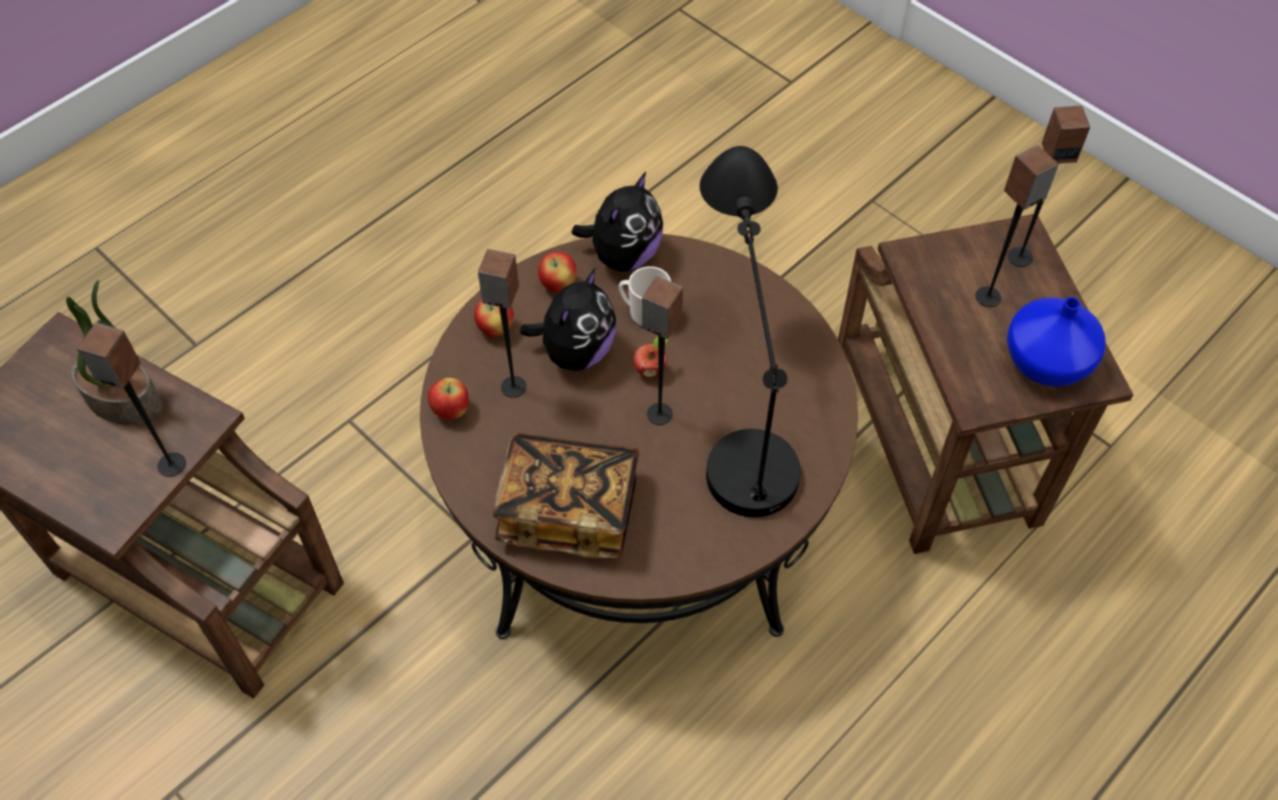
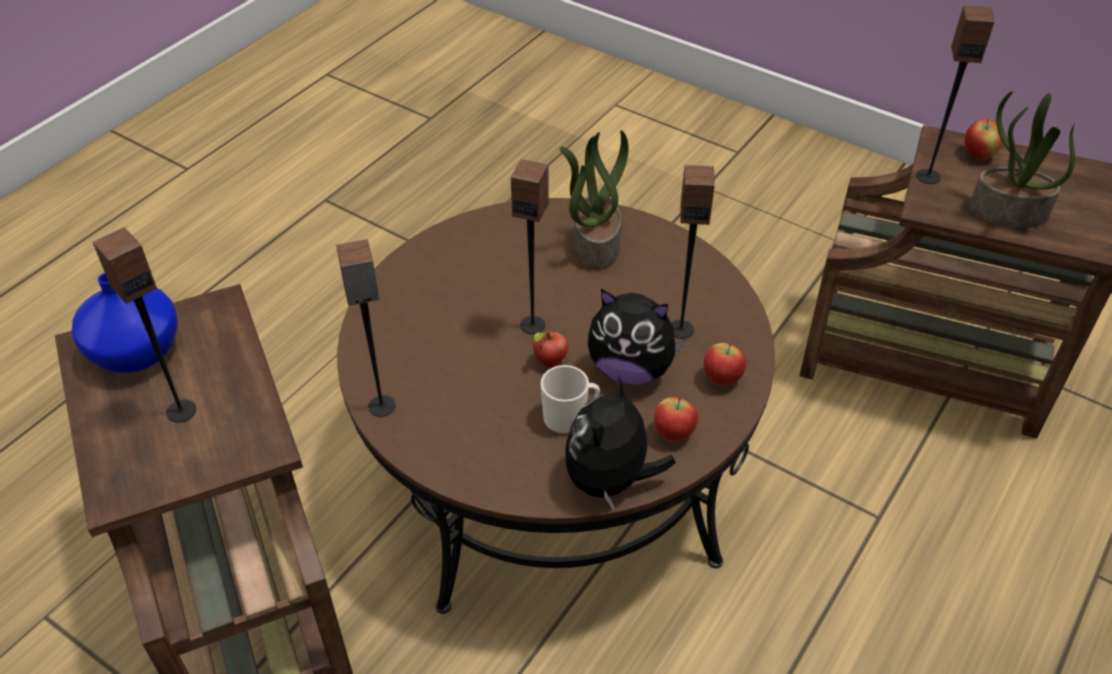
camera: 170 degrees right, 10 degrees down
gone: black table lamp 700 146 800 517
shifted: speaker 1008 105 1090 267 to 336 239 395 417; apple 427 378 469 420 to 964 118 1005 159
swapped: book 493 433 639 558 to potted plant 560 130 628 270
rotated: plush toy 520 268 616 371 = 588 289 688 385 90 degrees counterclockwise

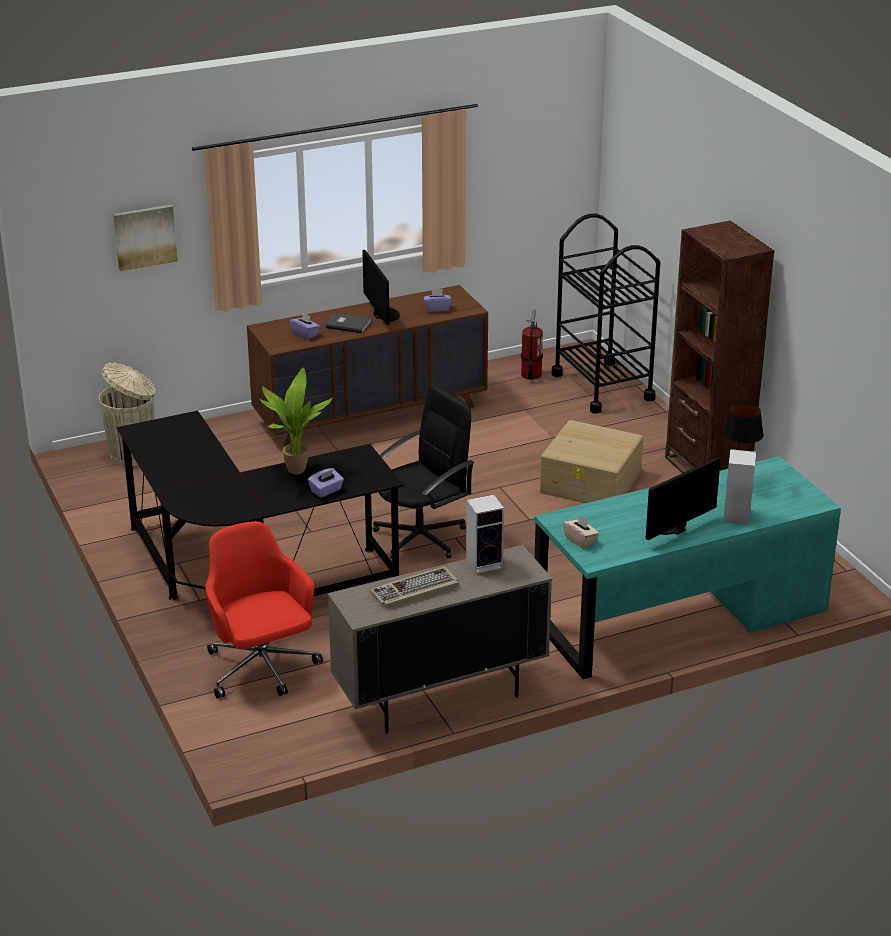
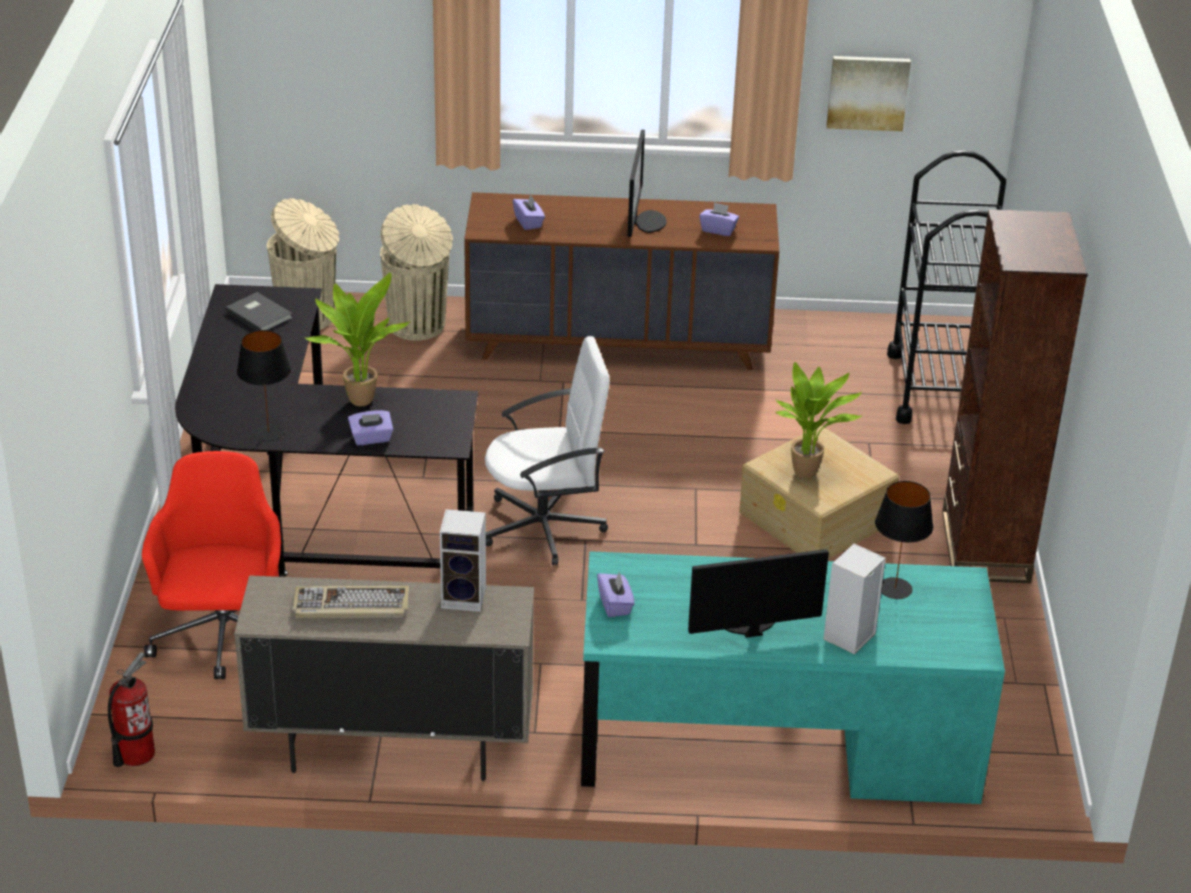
camera: 25 degrees right, 5 degrees up
new: beige trash can 380 204 453 341; black table lamp 237 330 291 441; potted plant 776 362 862 478
shifted: picture 113 204 178 271 to 827 56 911 131; fire extinguisher 521 310 543 380 to 108 652 155 767; grey book 326 313 372 333 to 226 292 292 330
repainted: black office chair 372 385 474 559 to white office chair 485 336 610 565; beige tissue box 563 515 599 548 to purple tissue box 597 571 635 617

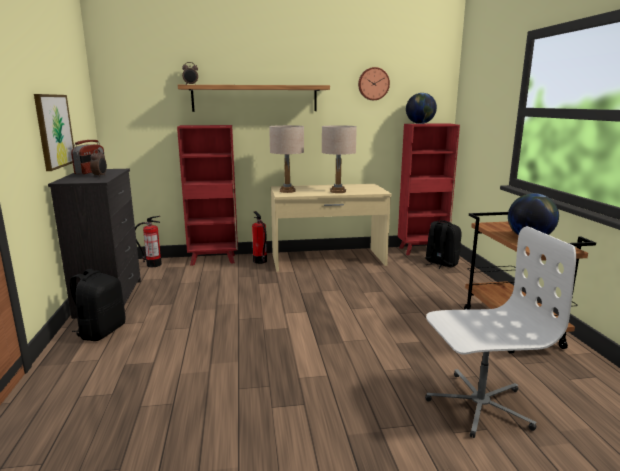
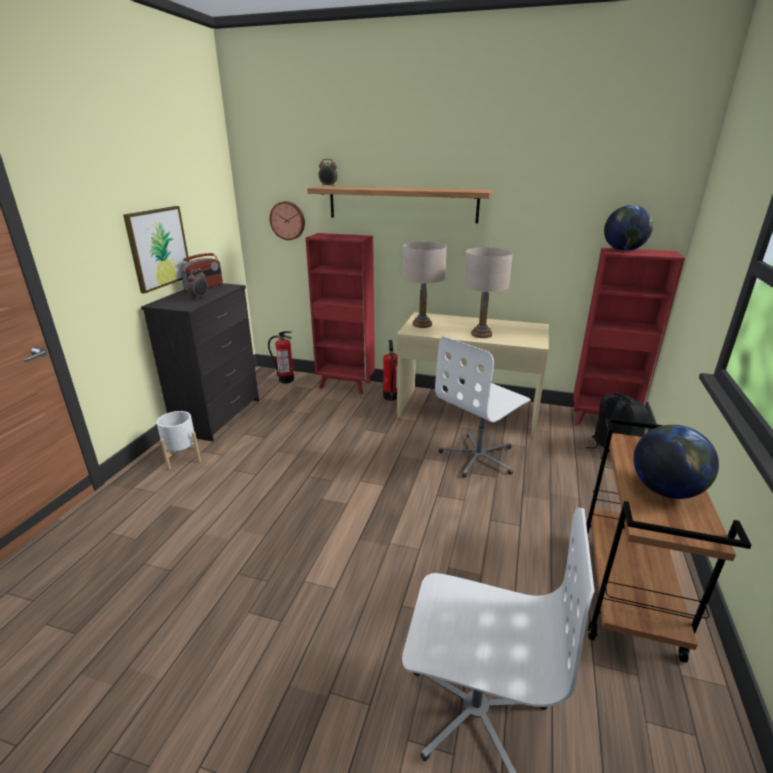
camera: 25 degrees right, 10 degrees up
new: white office chair 435 336 531 478
shifted: wall clock 358 67 390 100 to 269 201 305 240
swapped: black backpack 70 269 125 341 to white planter 156 411 201 470

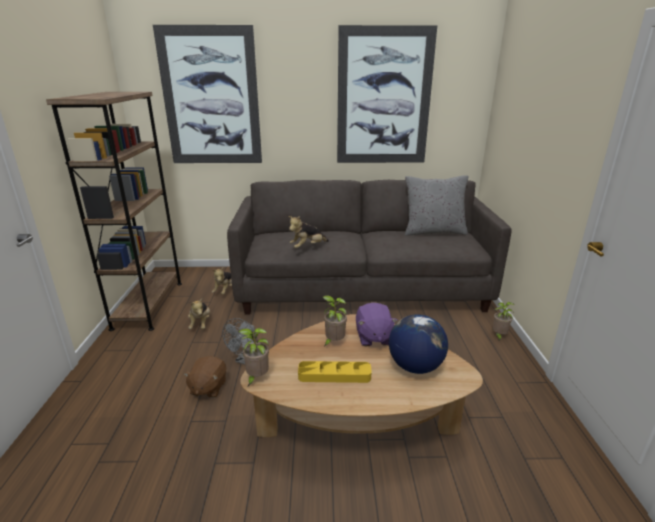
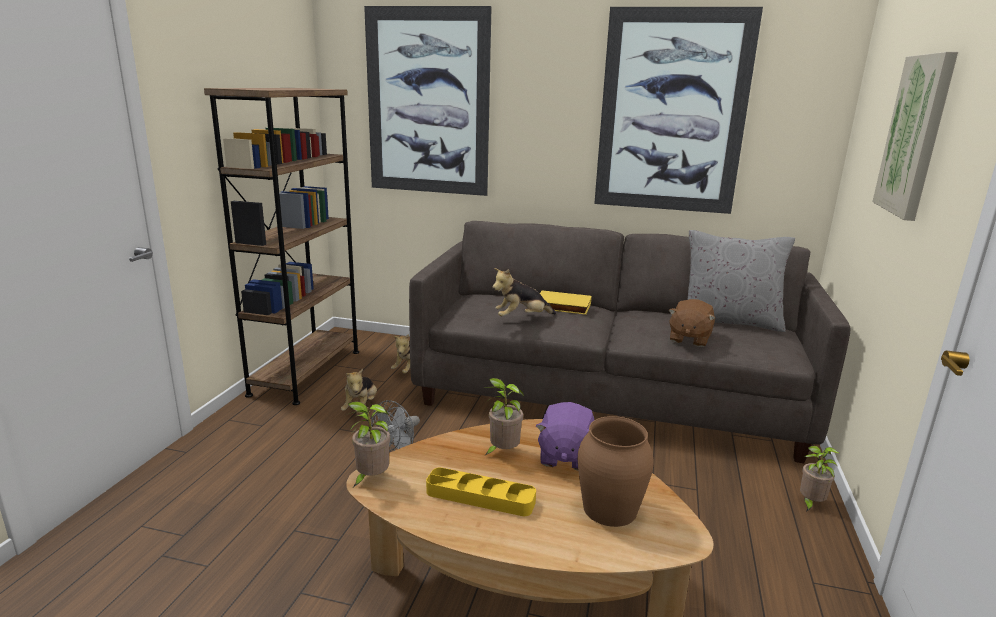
camera: 15 degrees right, 5 degrees down
new: picture 872 52 958 221; yellow book 540 290 592 315
shifted: brown plush toy 183 356 226 398 to 668 299 715 347
swapped: globe 389 314 448 374 to brown vase 578 416 654 527

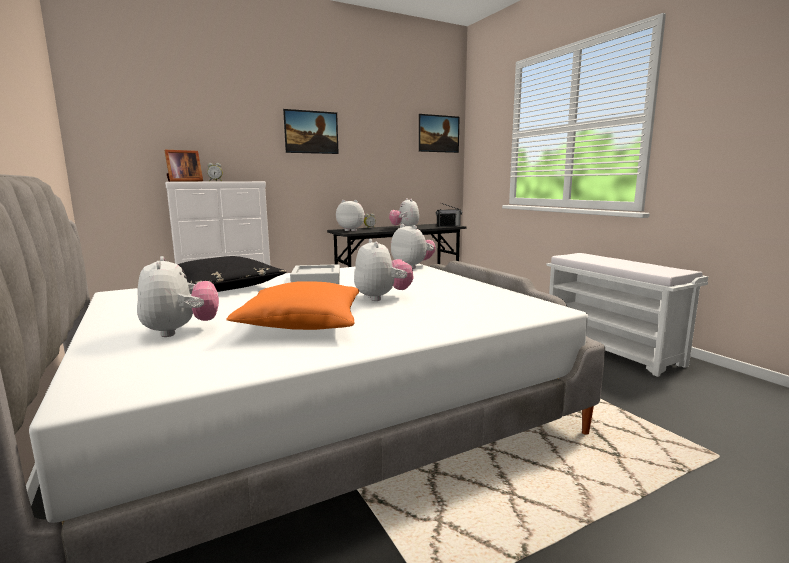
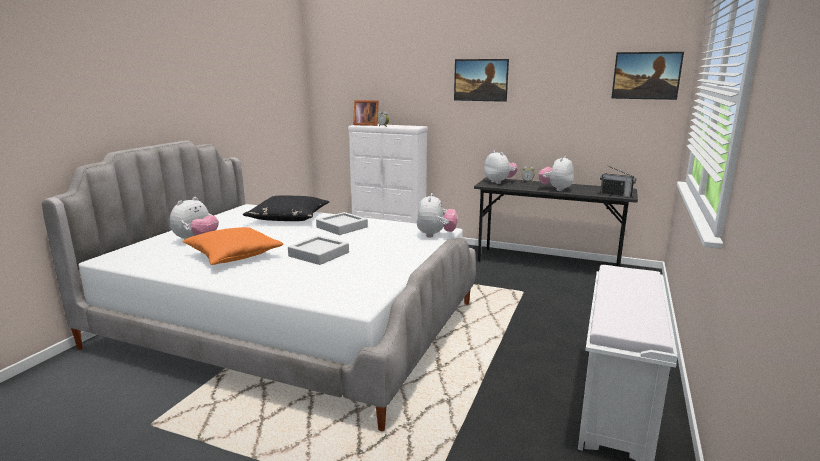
camera: 50 degrees right, 5 degrees up
swapped: plush toy 354 239 414 301 to grey tray 288 236 349 265

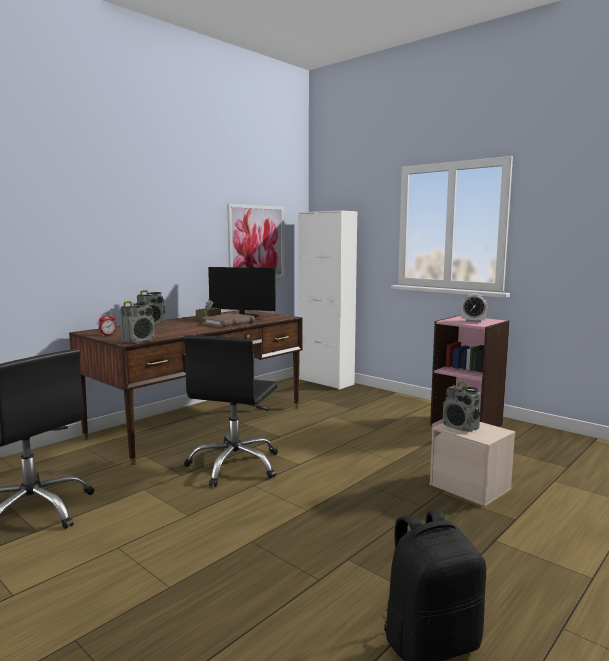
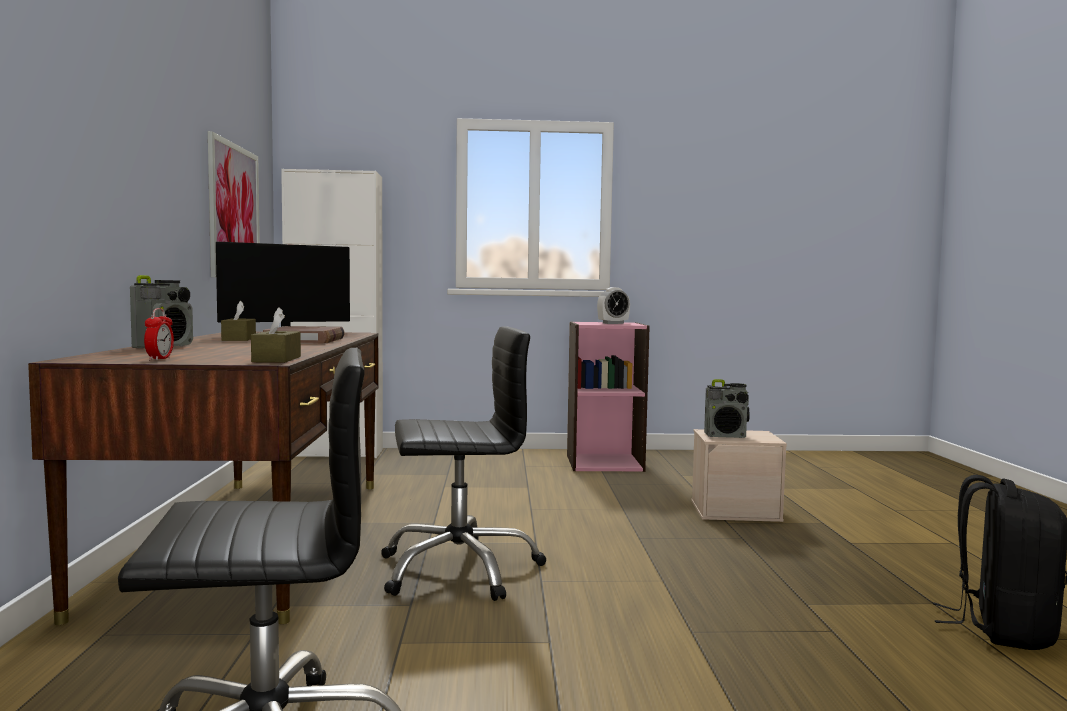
camera: 45 degrees left, 5 degrees down
swapped: radio 120 301 155 343 to brown tissue box 251 307 301 363
rotated: black office chair 184 335 278 487 = 381 326 547 601 75 degrees counterclockwise

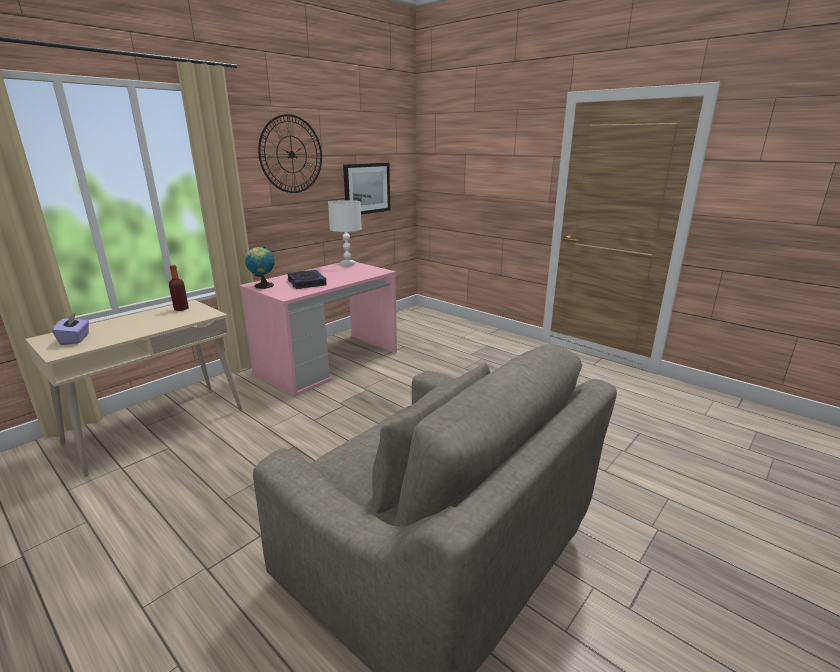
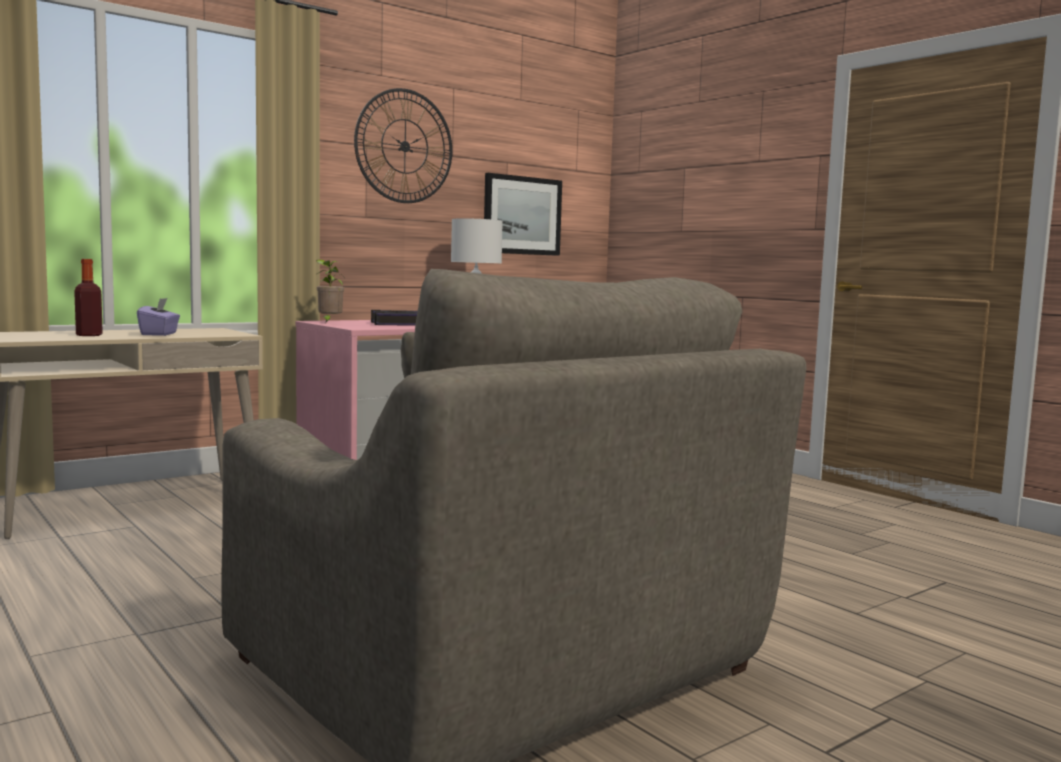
camera: 10 degrees right, 15 degrees down
shifted: bottle 169 265 189 311 to 74 259 103 336; purple tissue box 52 312 89 345 to 137 298 180 336
swapped: globe 245 246 275 289 to potted plant 316 259 345 323

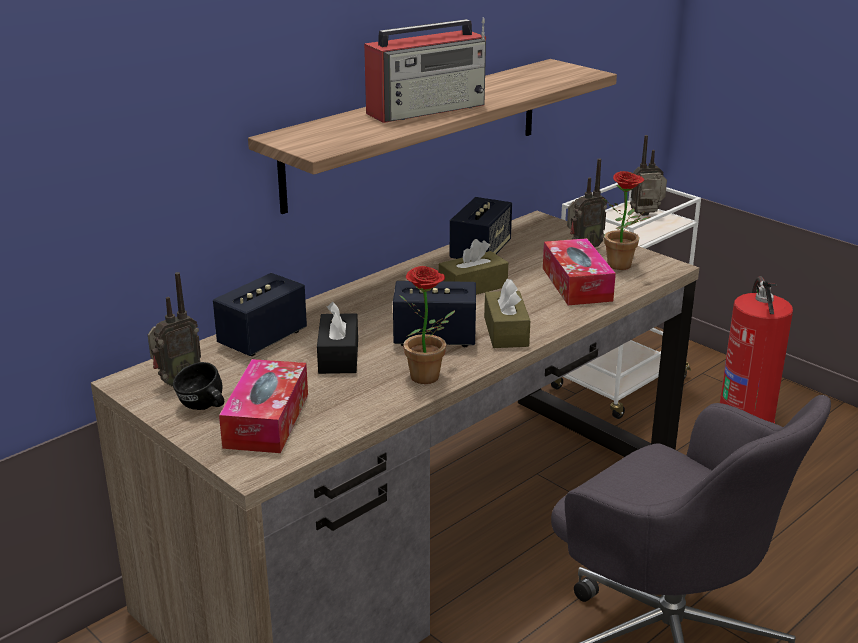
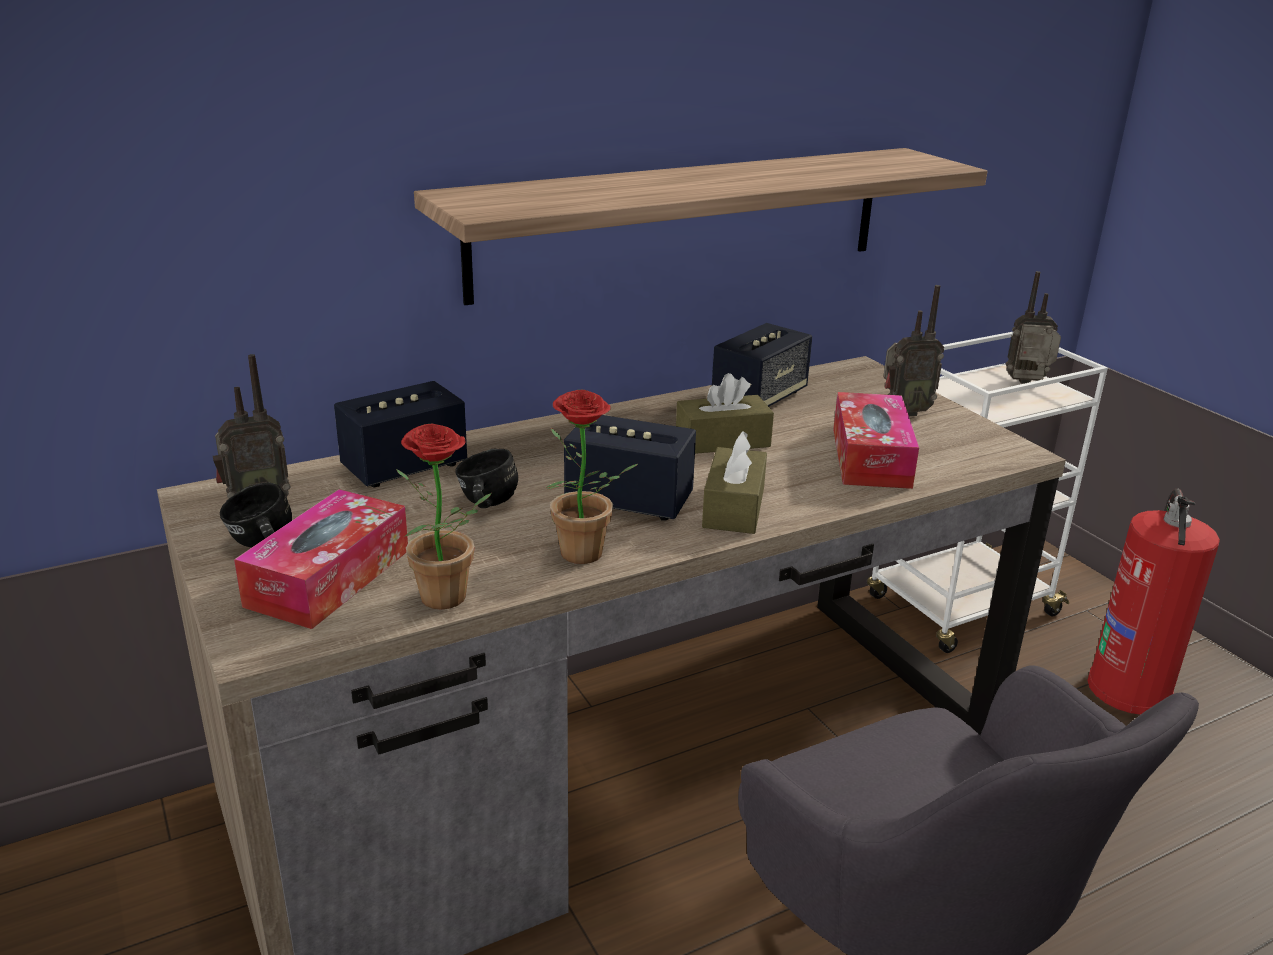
camera: 15 degrees right, 0 degrees up
gone: radio 364 17 486 123
shifted: potted plant 602 171 650 270 to 396 423 491 610
swapped: black tissue box 317 302 358 374 to black mug 456 449 518 508

